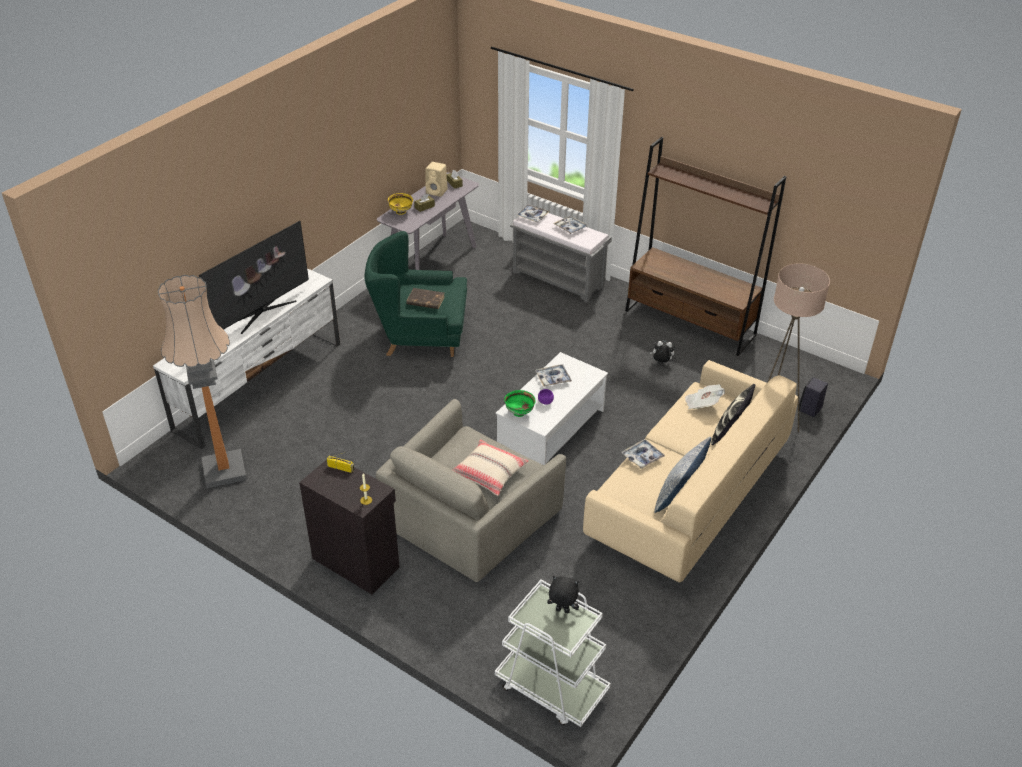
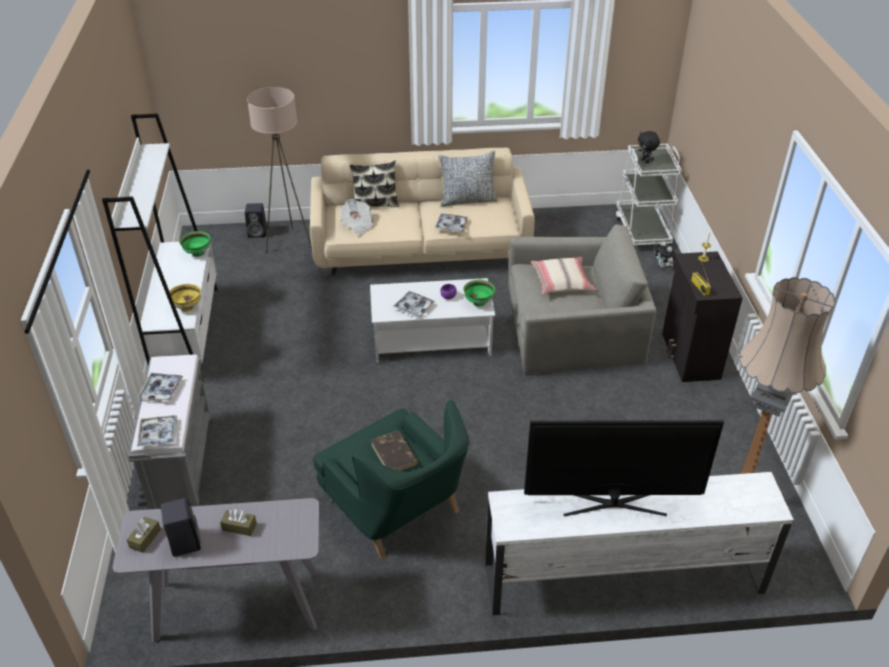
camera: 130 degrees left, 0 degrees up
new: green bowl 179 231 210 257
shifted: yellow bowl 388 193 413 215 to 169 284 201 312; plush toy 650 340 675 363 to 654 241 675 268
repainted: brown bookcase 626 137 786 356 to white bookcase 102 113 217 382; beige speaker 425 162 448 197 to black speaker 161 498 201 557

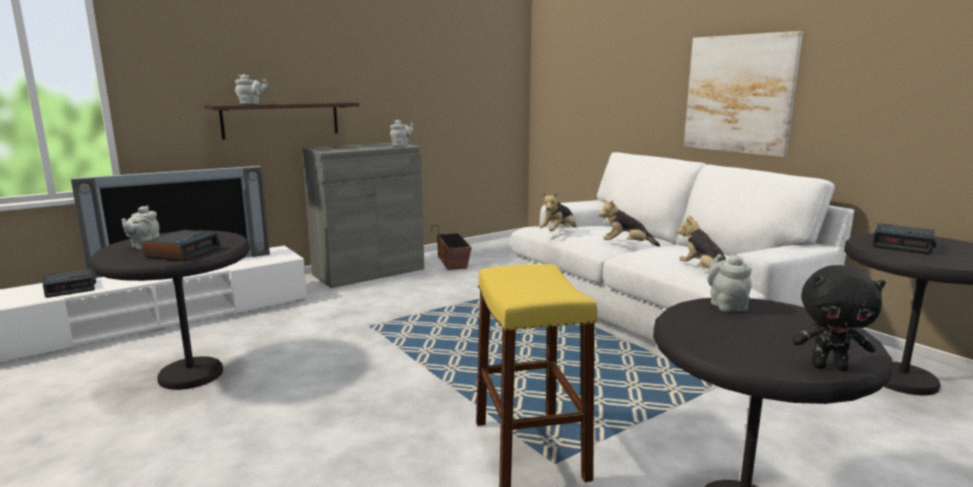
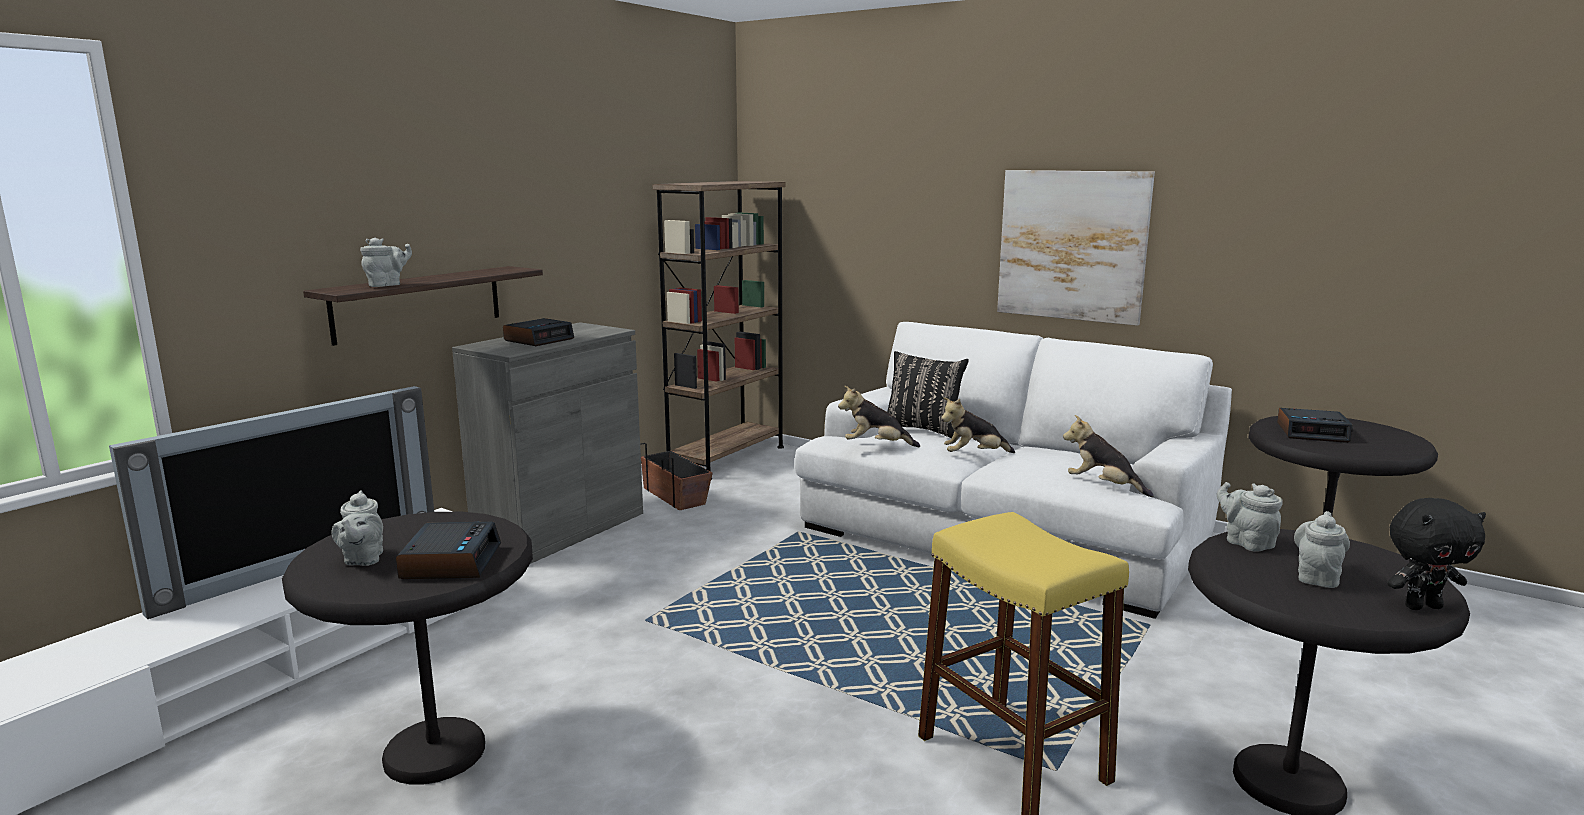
camera: 20 degrees left, 0 degrees up
new: brown bookcase 653 181 786 480; black pillow 887 351 969 438
shifted: grey teapot 390 120 413 146 to 1294 511 1350 588; alarm clock 43 268 96 298 to 503 318 574 346
rotated: plush toy 539 192 576 231 = 838 385 920 447 75 degrees clockwise

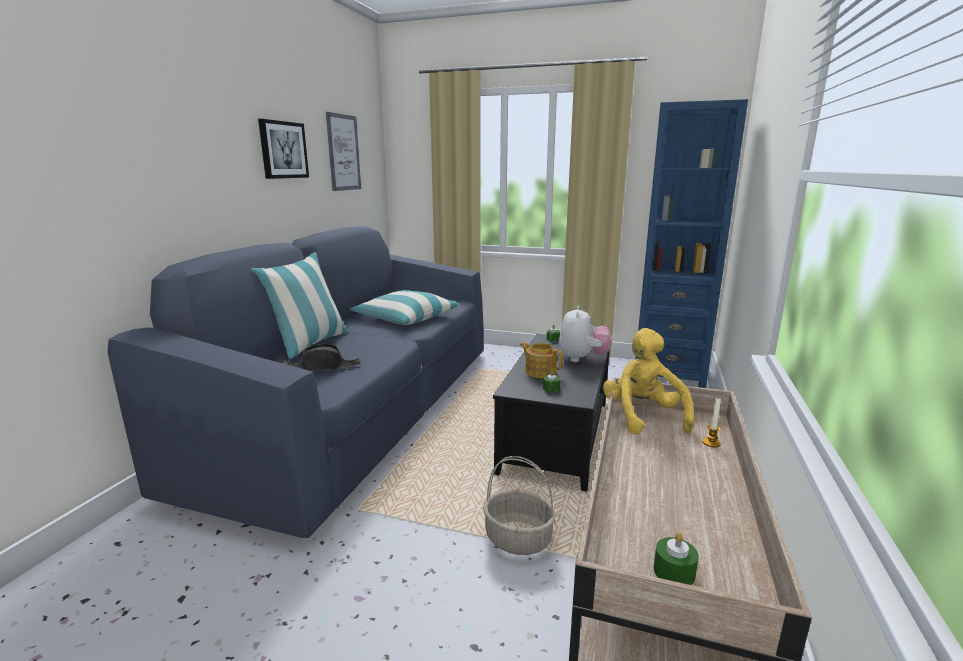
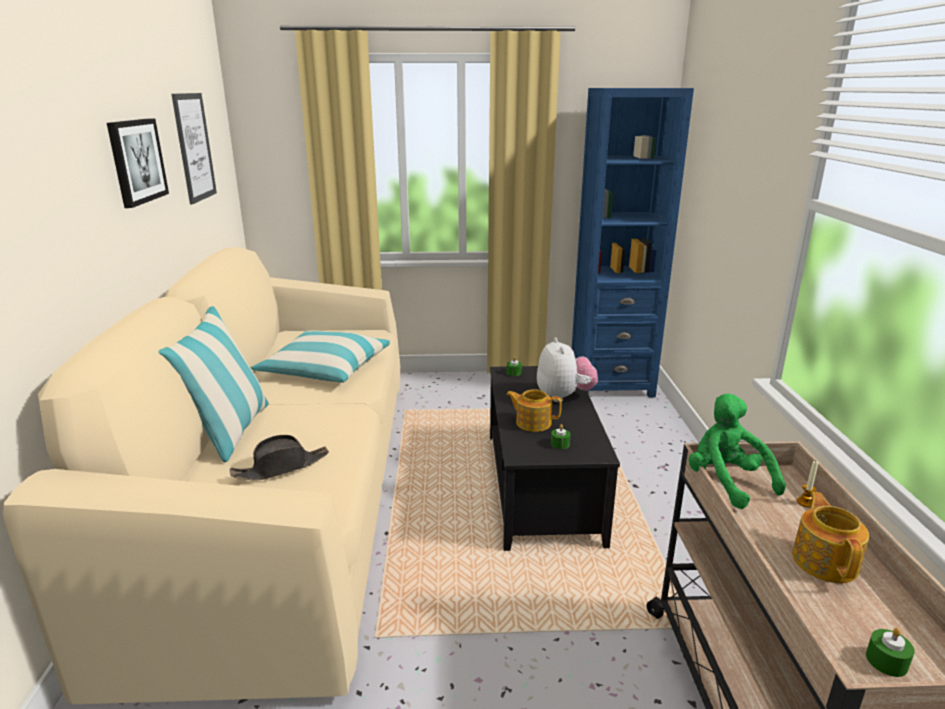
camera: 20 degrees left, 5 degrees up
gone: basket 483 456 556 555
new: teapot 792 492 869 583
repainted: blue sofa 107 226 484 538 to beige sofa 4 247 400 704; yellow plush toy 603 328 694 435 to green plush toy 688 393 786 509

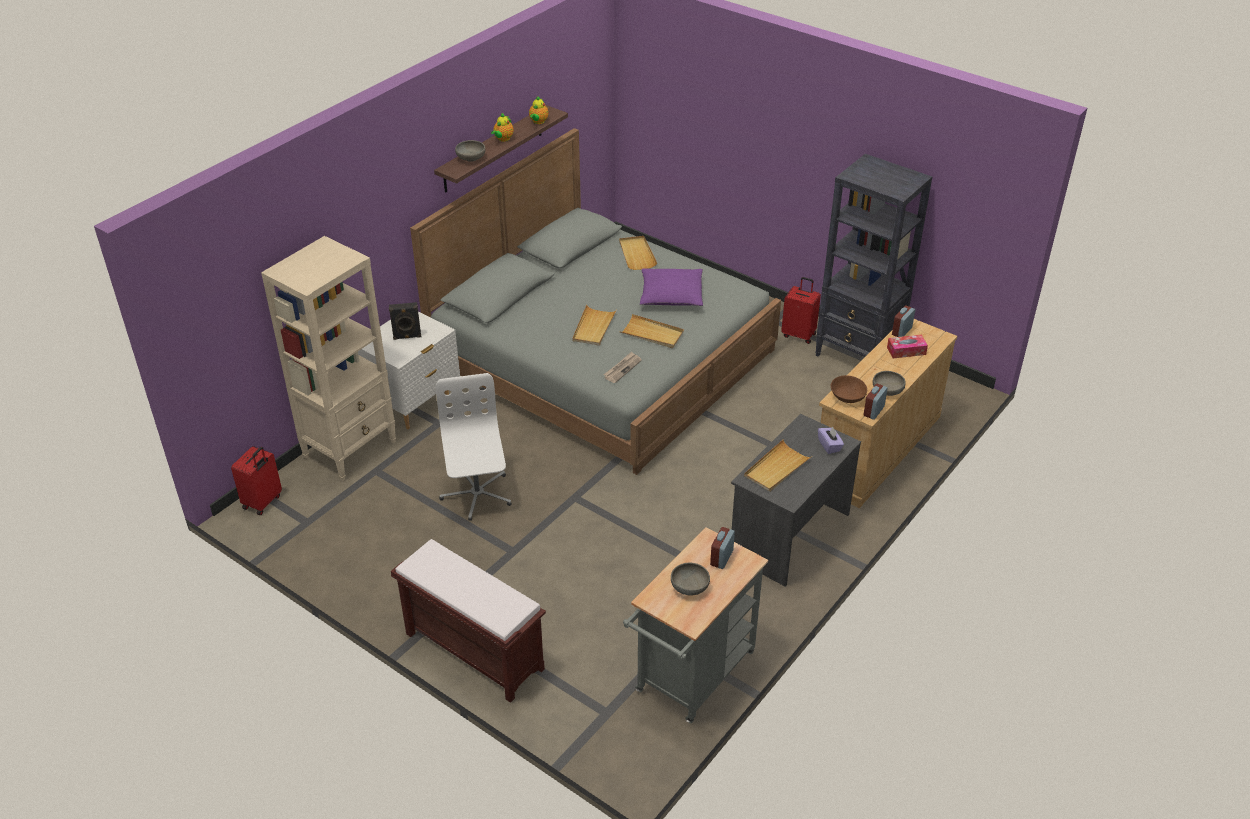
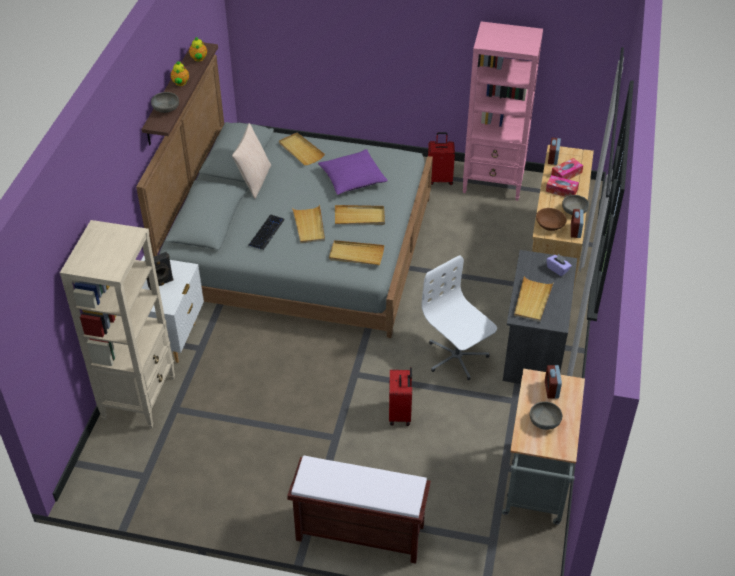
camera: 25 degrees left, 5 degrees up
new: beige pillow 232 123 271 199; tissue box 546 175 579 197; keyboard 248 214 285 250
shifted: white office chair 436 373 512 521 to 421 255 497 380; red suitcase 231 446 282 515 to 389 367 412 426
swapped: newspaper 603 352 642 383 to beige tray 329 240 385 265
repainted: black bookcase 816 154 932 357 to pink bookcase 463 21 543 201

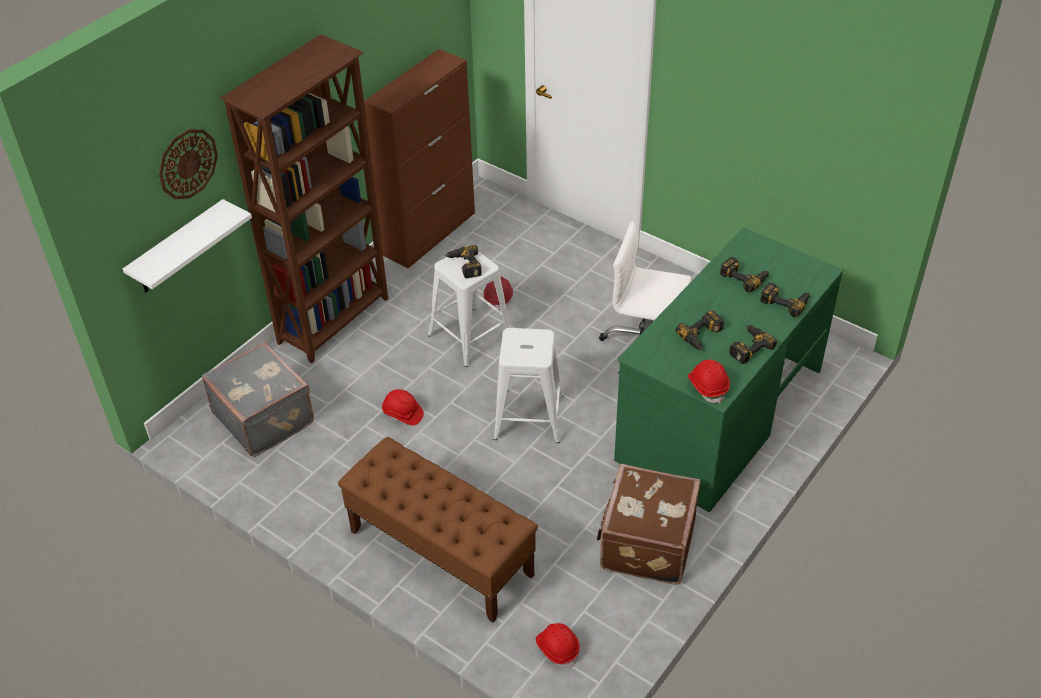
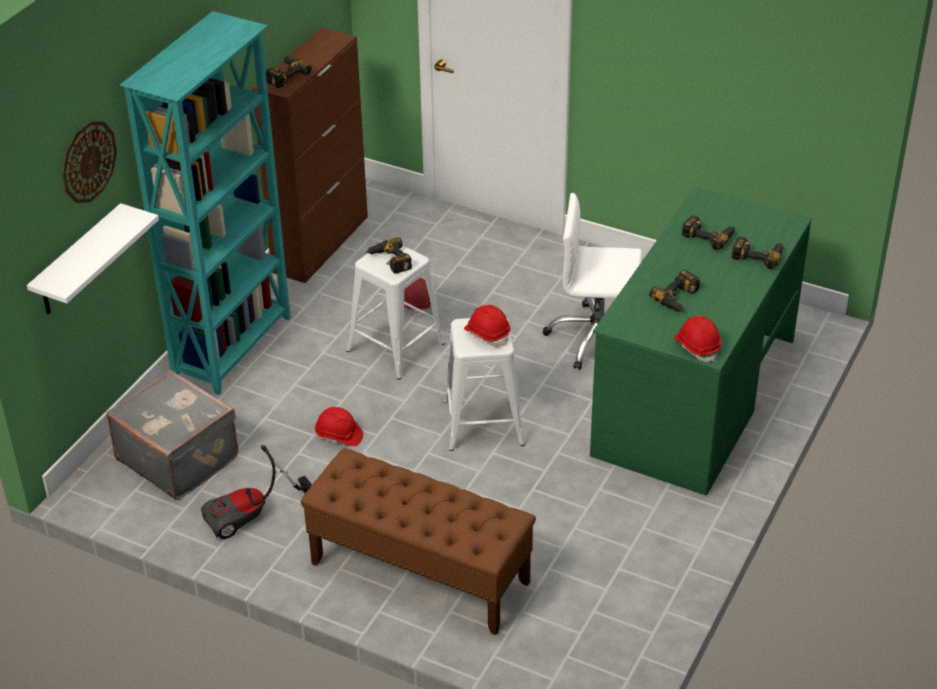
camera: 10 degrees left, 5 degrees down
gone: brown suitcase 597 464 701 585
new: vacuum cleaner 201 445 312 539
shifted: power drill 729 325 777 364 to 266 56 312 88; red hard hat 536 623 580 668 to 464 305 510 347
repainted: brown bookcase 219 34 388 363 to turquoise bookcase 120 11 291 395

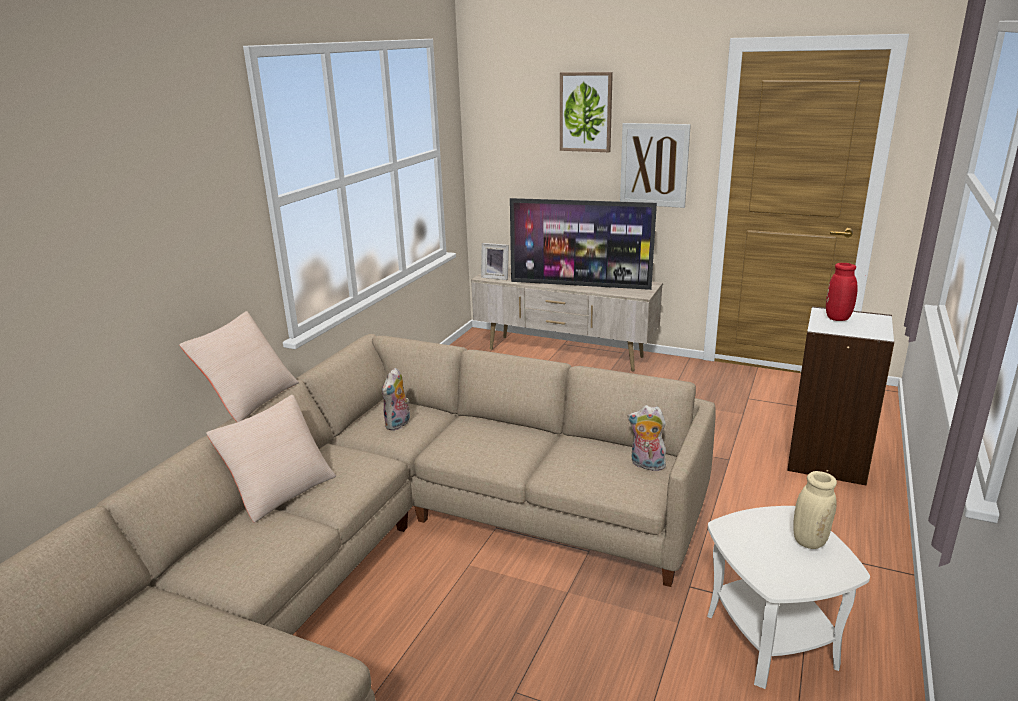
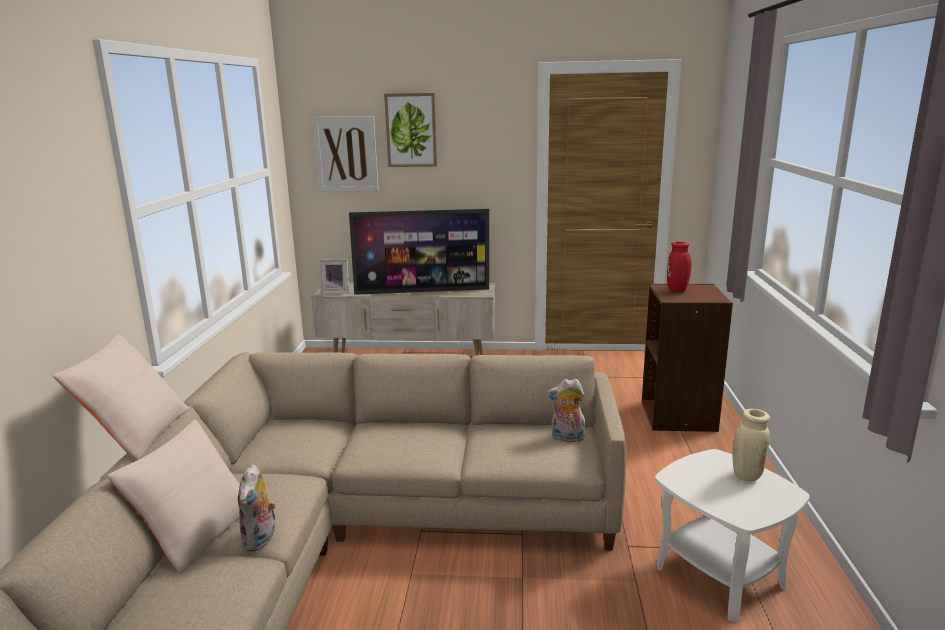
camera: 20 degrees left, 5 degrees down
shifted: picture 620 123 691 208 to 313 116 379 192; plush toy 382 368 410 431 to 238 464 277 552
repainted: white bookcase 787 306 894 486 to brown bookcase 642 284 733 432

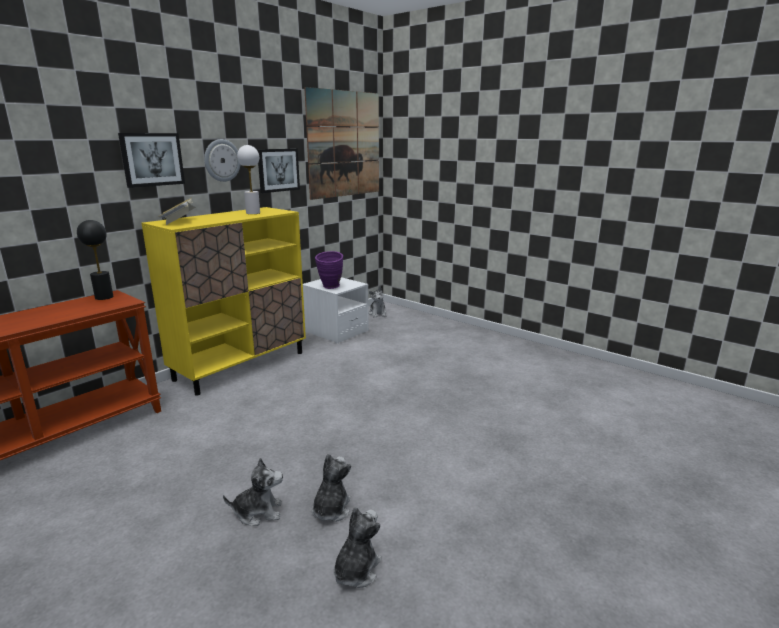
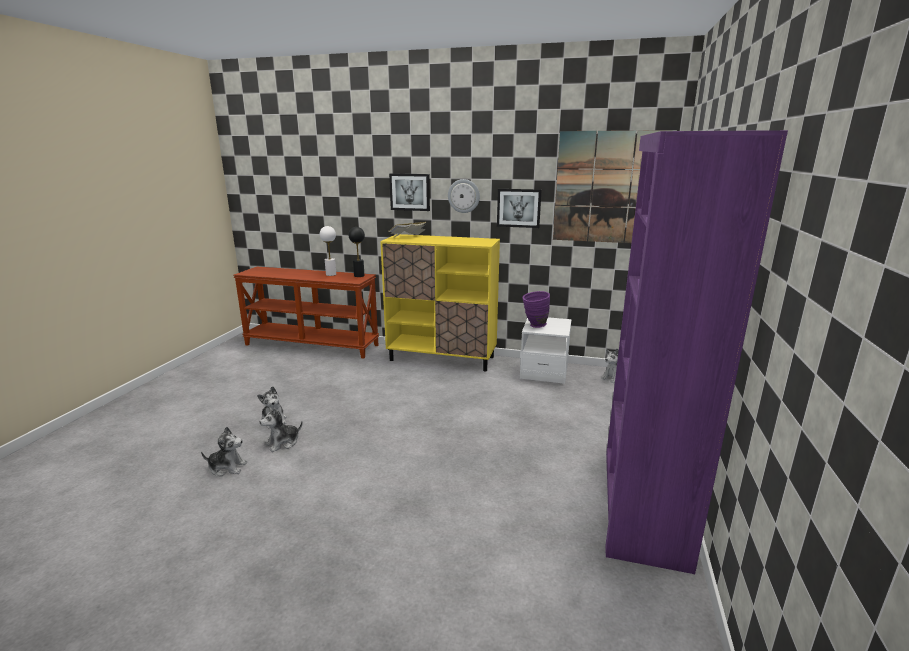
camera: 65 degrees right, 0 degrees up
new: purple bookcase 605 130 788 574
shifted: white table lamp 237 145 260 214 to 320 226 336 276
rotated: plush toy 312 454 351 522 = 260 407 303 452 150 degrees clockwise

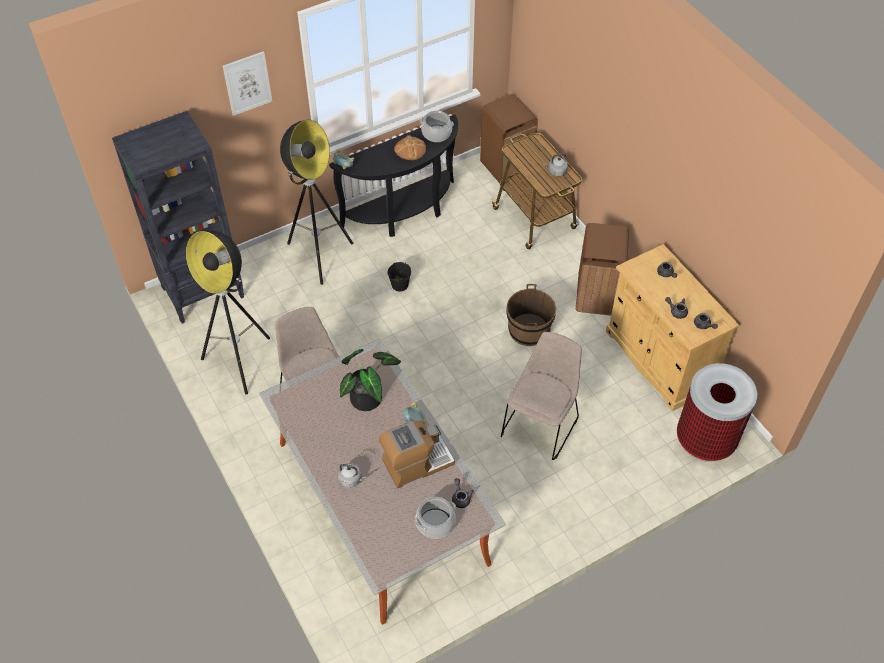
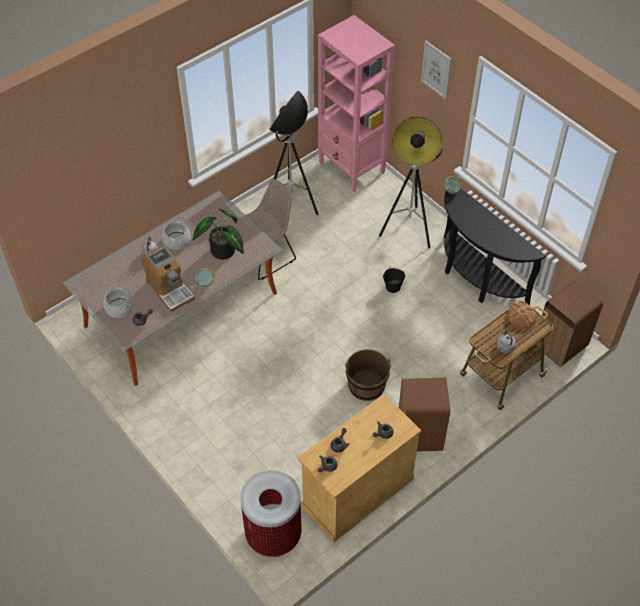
camera: 80 degrees right, 0 degrees up
gone: beige chair 501 332 582 460
shifted: cooking pot 420 111 454 142 to 162 219 190 250; bread 394 135 426 160 to 507 302 537 328
repainted: black bookcase 112 111 244 324 to pink bookcase 318 15 395 192

